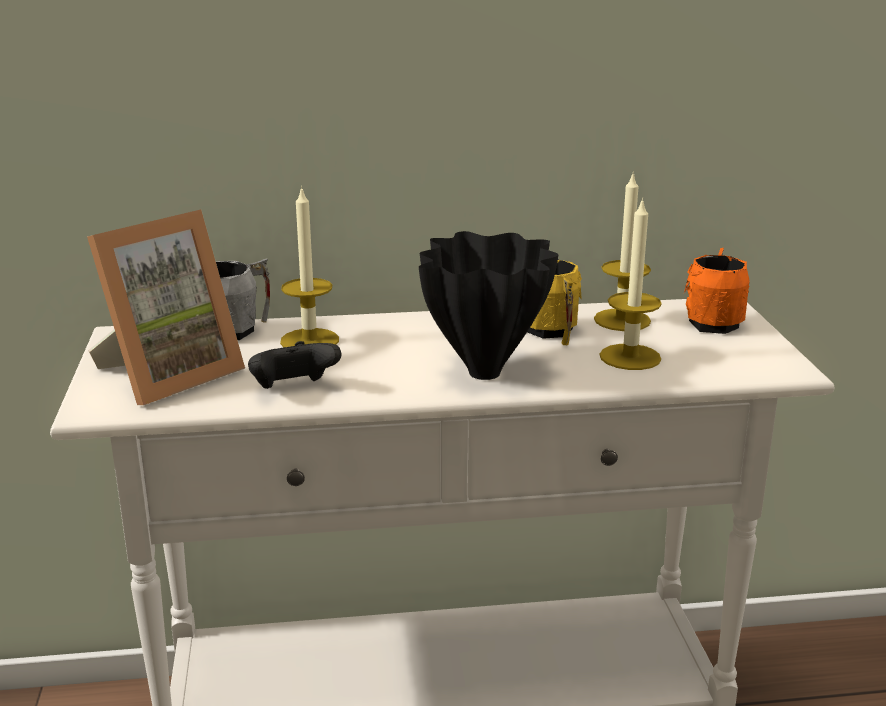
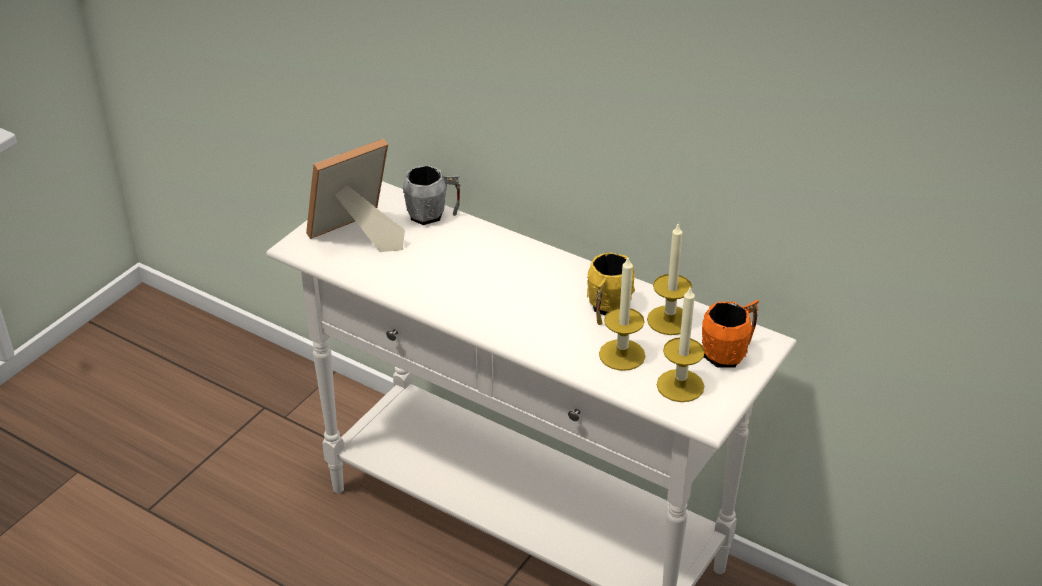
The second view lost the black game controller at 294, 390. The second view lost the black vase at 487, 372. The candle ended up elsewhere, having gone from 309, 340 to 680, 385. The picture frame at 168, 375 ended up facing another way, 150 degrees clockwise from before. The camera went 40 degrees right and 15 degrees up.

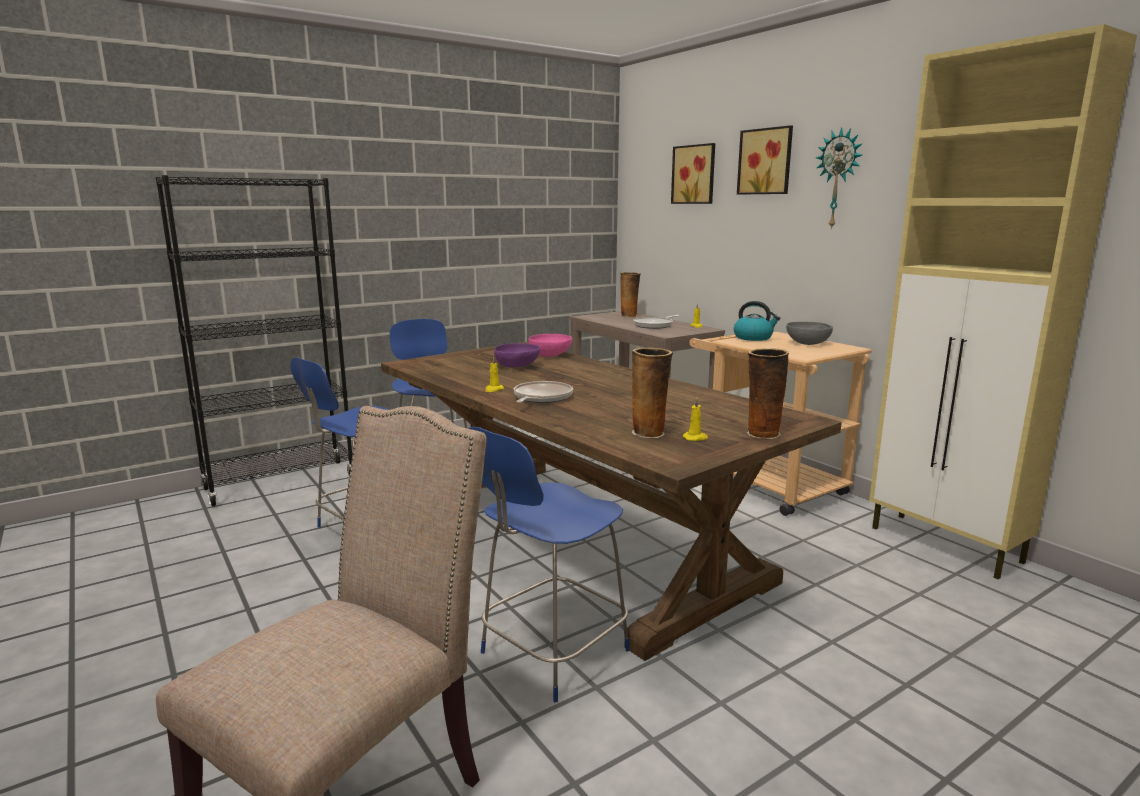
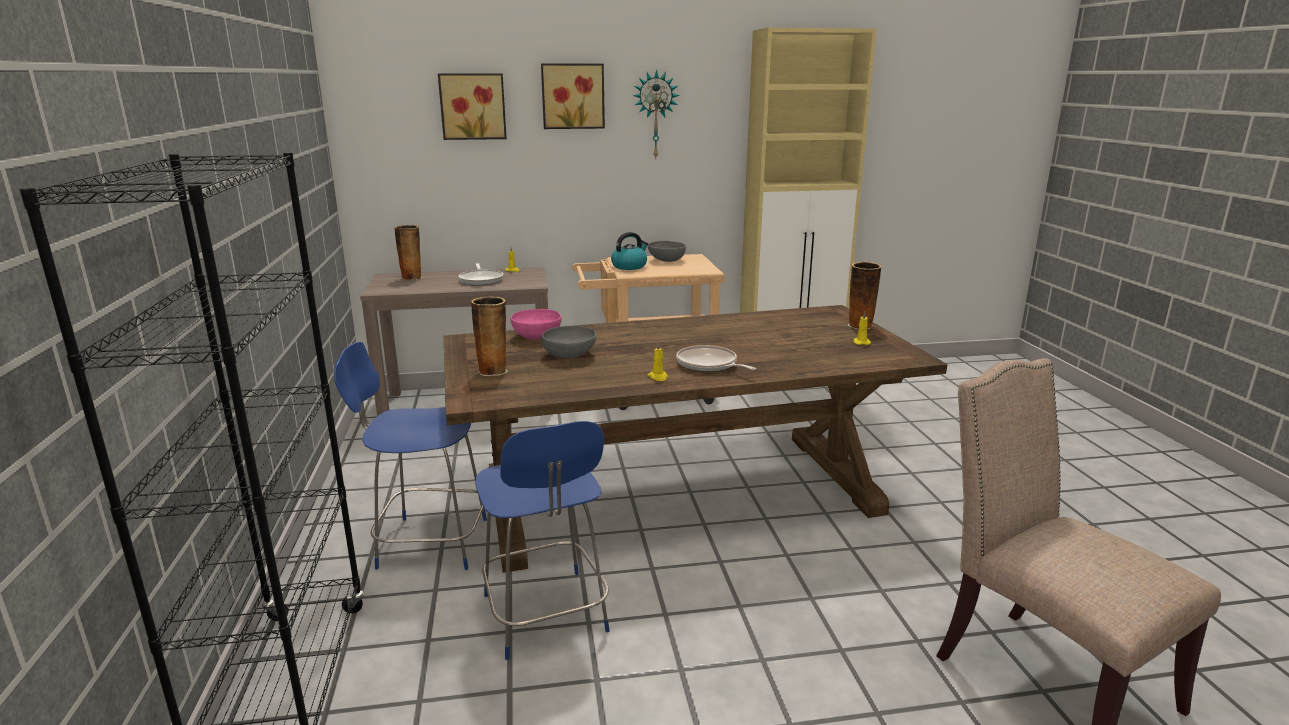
The second view lost the blue stool at 551, 654. The vase ended up elsewhere, having gone from 649, 433 to 493, 371. What was the purple bowl at 517, 366 turned into the grey bowl at 570, 355. The camera went 65 degrees left and 5 degrees up.

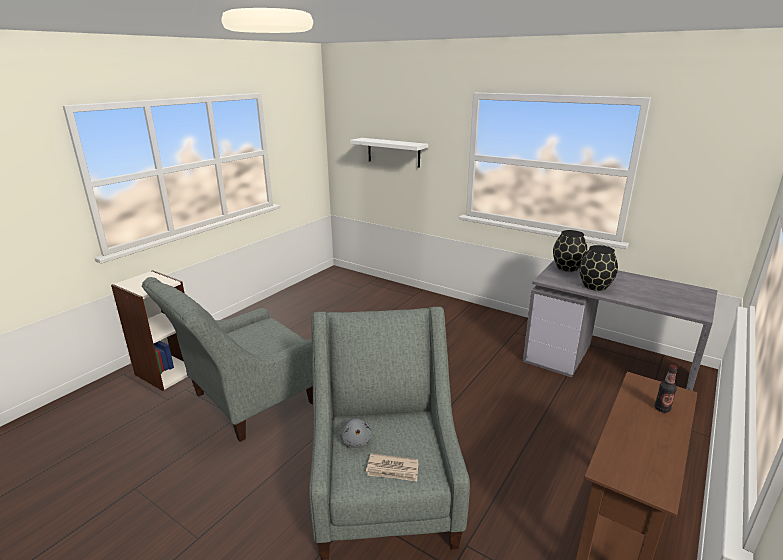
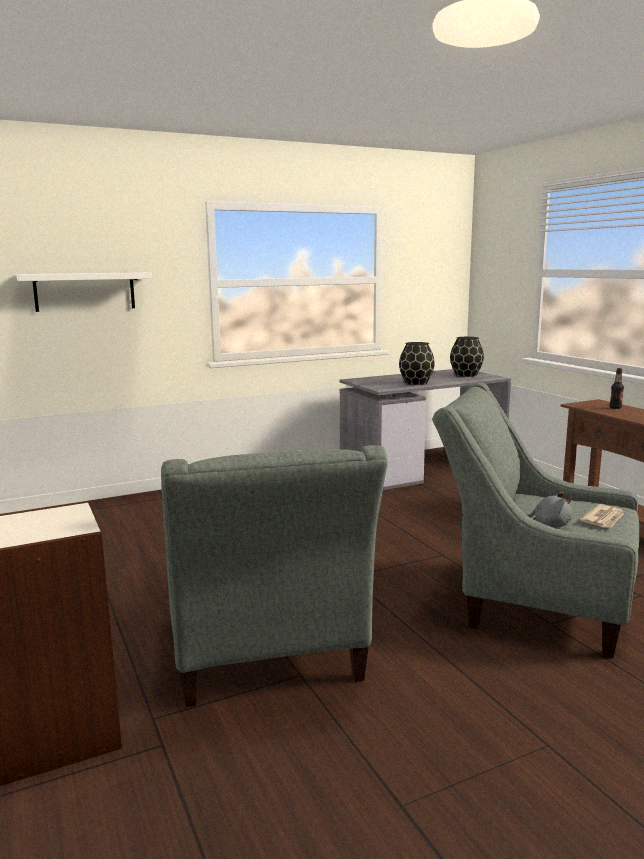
The black vase ended up elsewhere, having gone from 566, 267 to 465, 375. The camera went 60 degrees left and 10 degrees down.

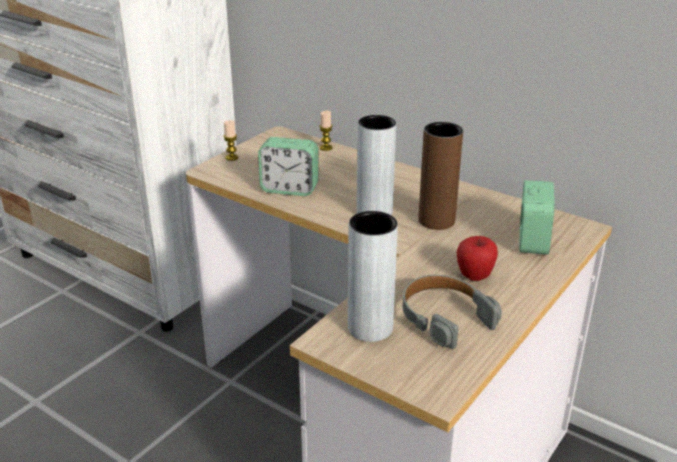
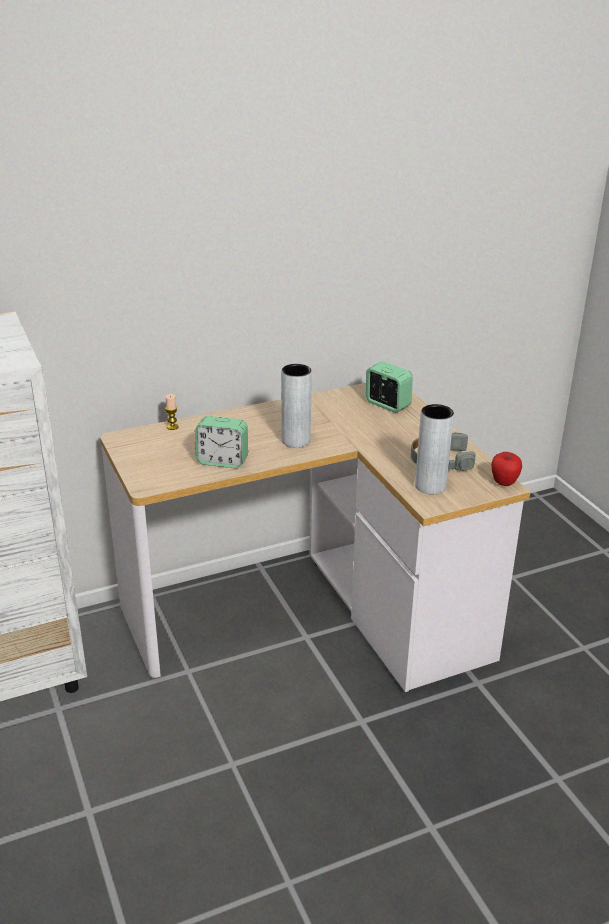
The second view lost the candle at 231, 157. The second view lost the brown vase at 436, 221. The apple ended up elsewhere, having gone from 474, 276 to 504, 483. The alarm clock at 289, 189 ended up facing another way, 60 degrees clockwise from before. The camera went 60 degrees left and 0 degrees up.

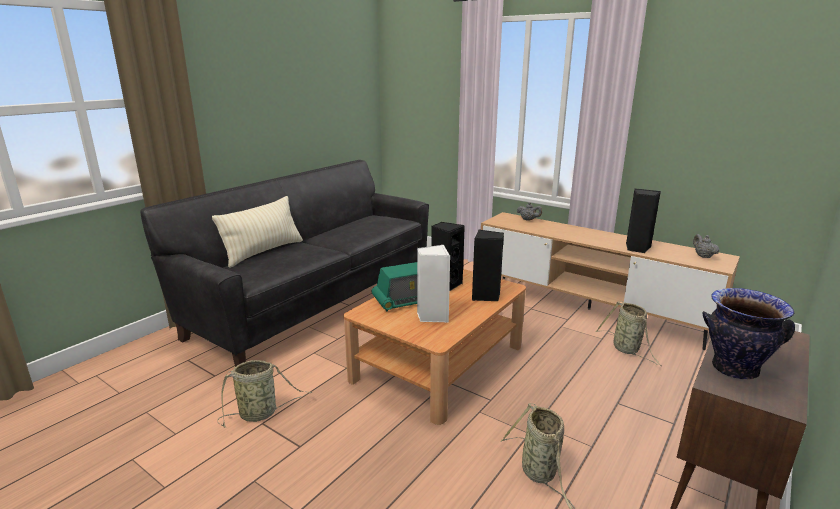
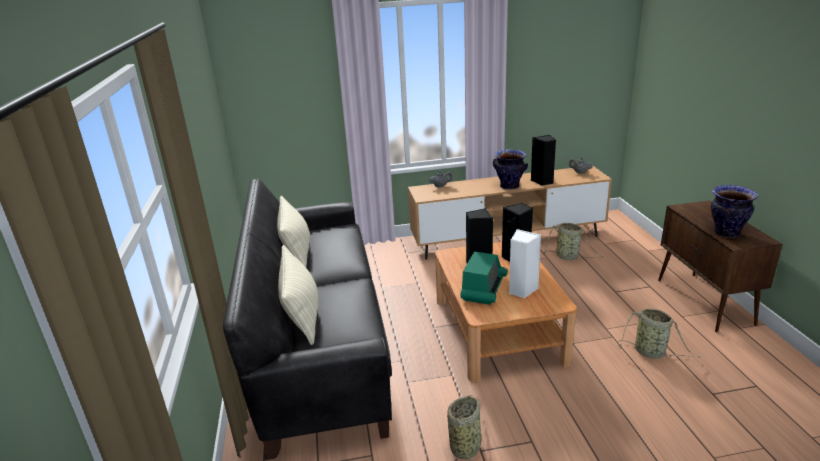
The second view gained the beige pillow at 296, 252. The second view gained the vase at 509, 186. The camera went 45 degrees left and 5 degrees up.

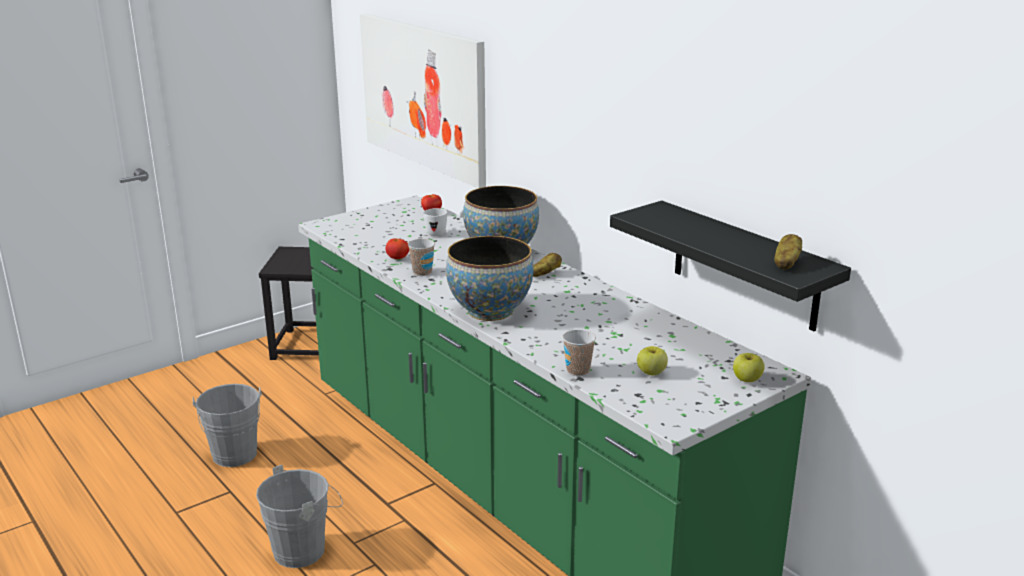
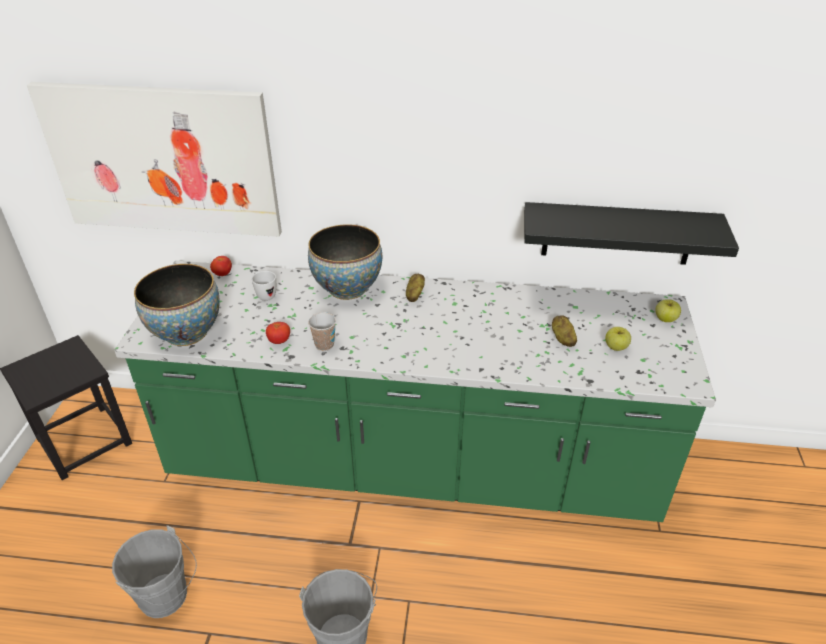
The second view lost the cup at 578, 371. The bowl ended up elsewhere, having gone from 490, 311 to 186, 333. The potato ended up elsewhere, having gone from 786, 263 to 562, 338. The camera went 45 degrees left and 15 degrees up.

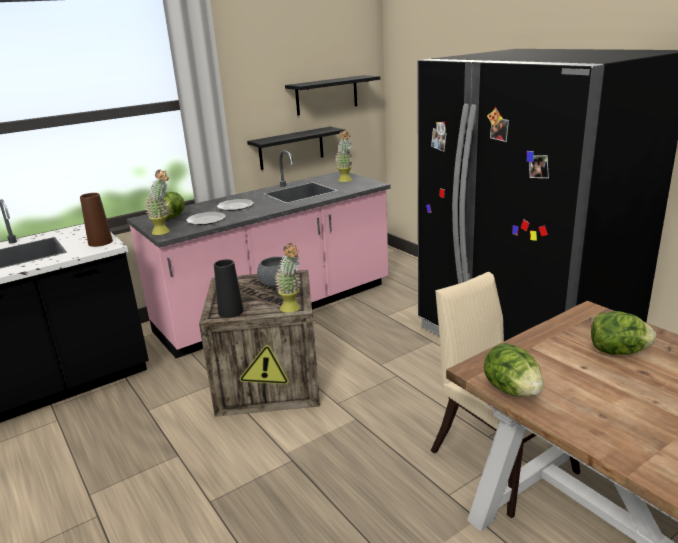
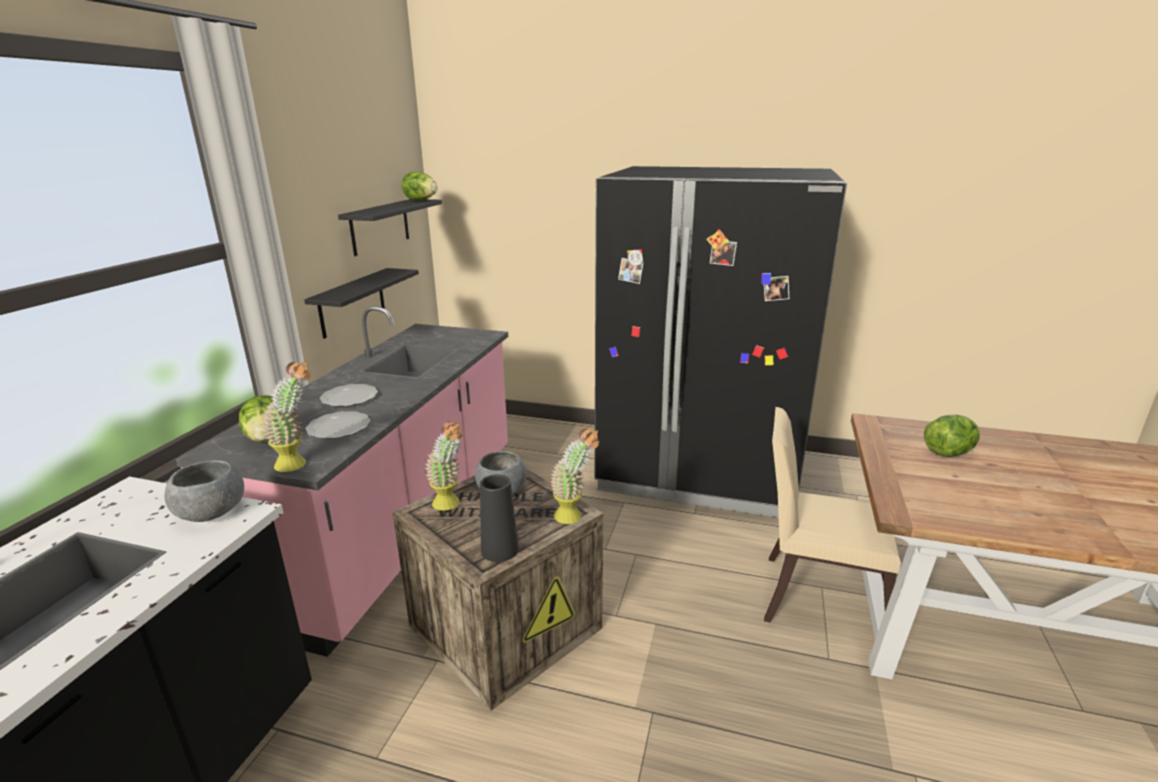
The potted plant ended up elsewhere, having gone from 346, 181 to 450, 505. The lettuce ended up elsewhere, having gone from 512, 390 to 420, 200. Where the brown vase stood at 100, 242, the grey bowl came to stand at 212, 513. The camera went 40 degrees left and 0 degrees up.

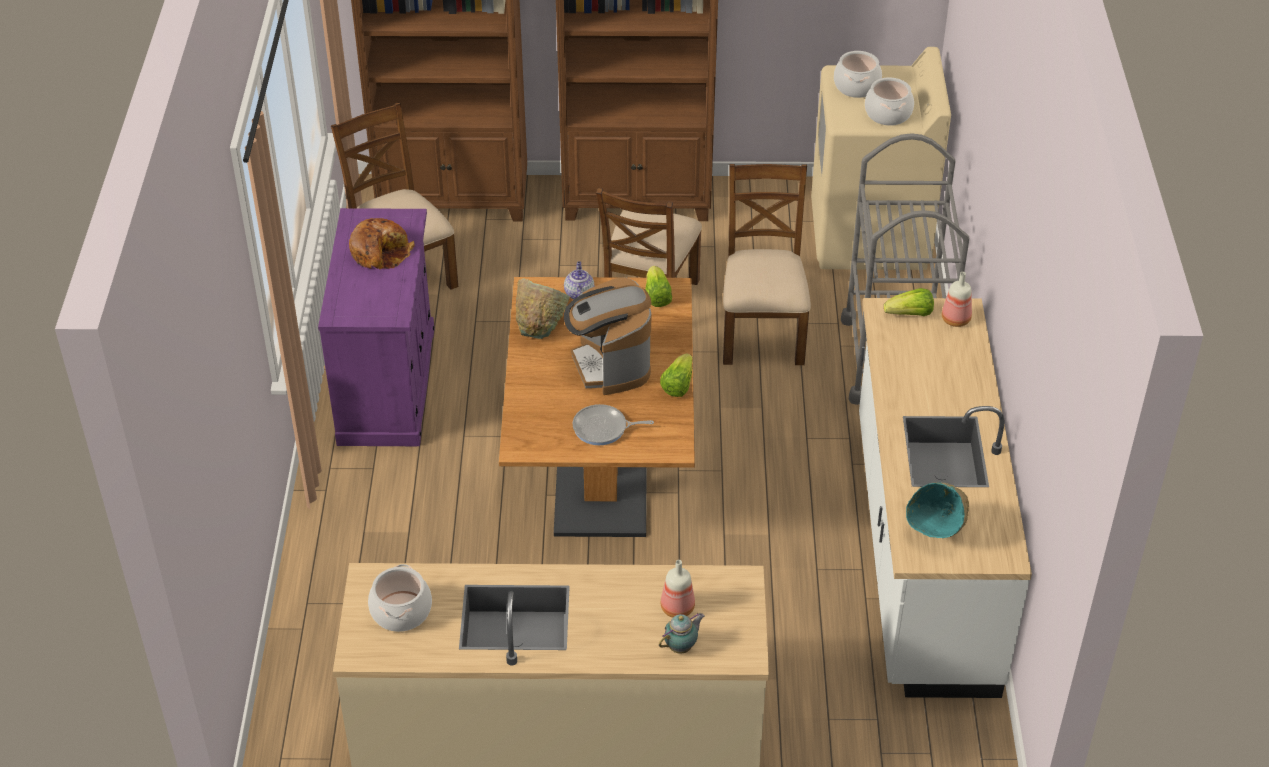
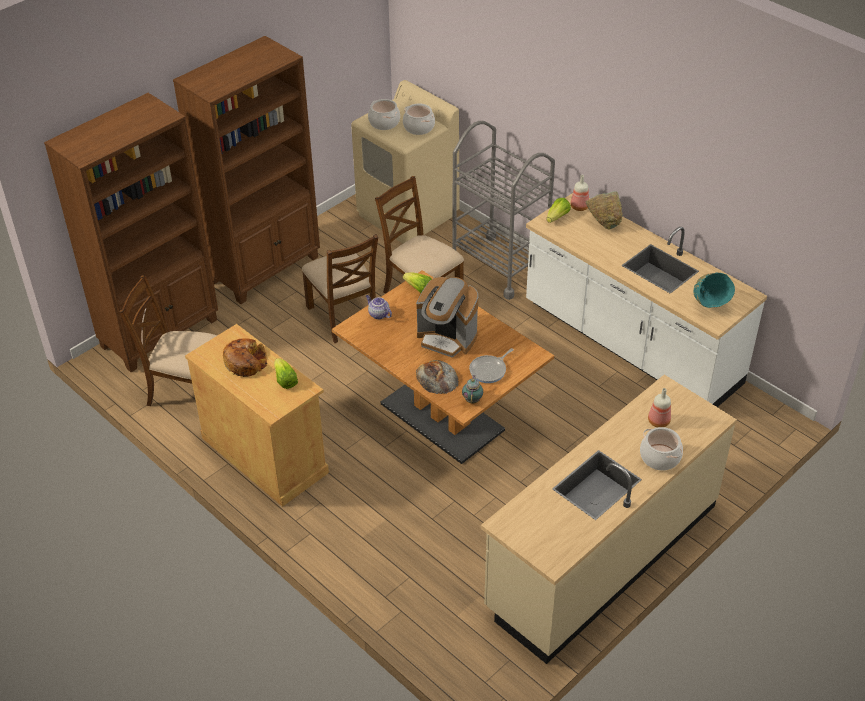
The second view gained the bread at 437, 378. The cooking pot ended up elsewhere, having gone from 401, 611 to 659, 457. The green bowl ended up elsewhere, having gone from 539, 326 to 603, 222. The teapot ended up elsewhere, having gone from 681, 647 to 472, 399. The lettuce ended up elsewhere, having gone from 678, 385 to 285, 380. What was the purple cabinet at 387, 385 turned into the beige cabinet at 265, 455. The camera went 45 degrees left and 0 degrees up.

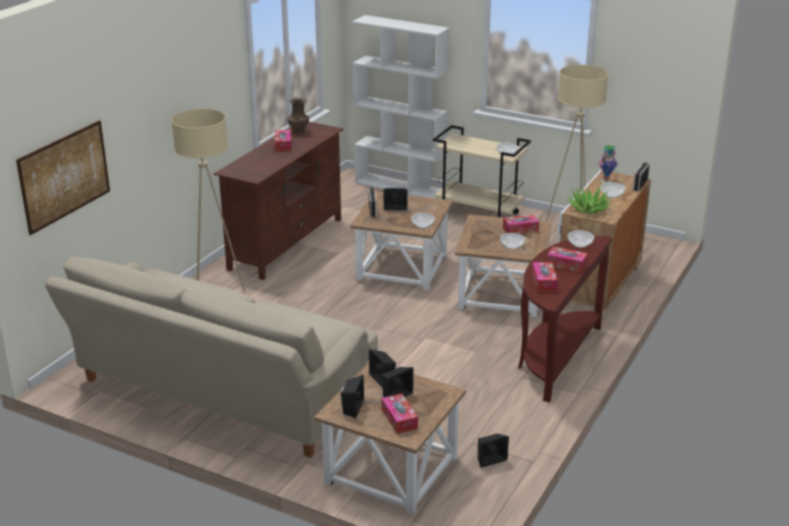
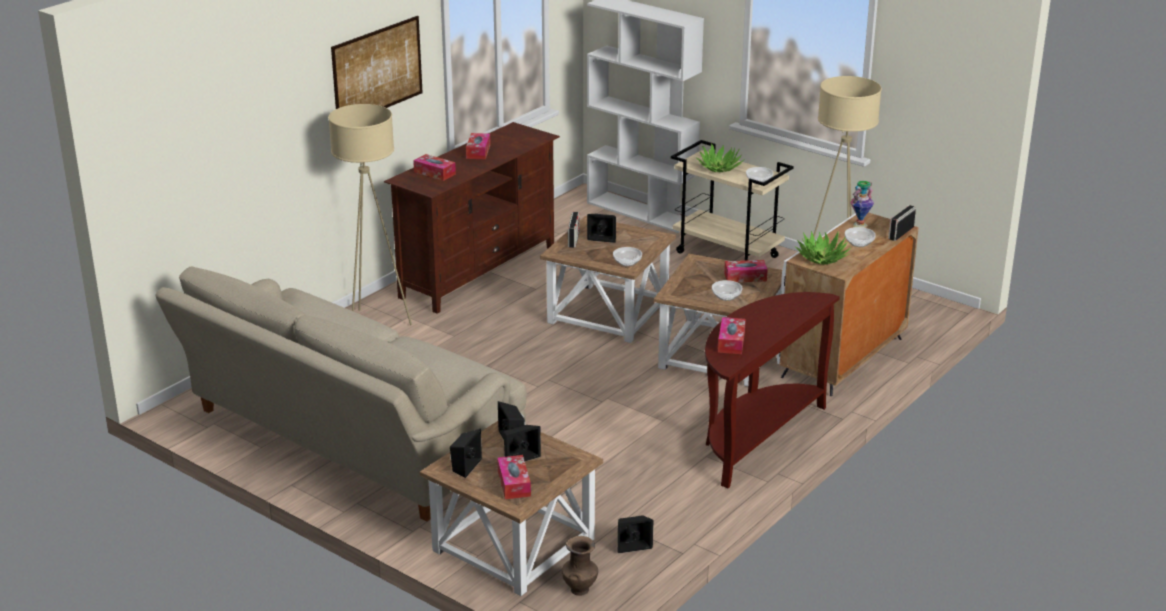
The second view lost the bowl at 579, 244. The second view gained the potted plant at 719, 167. The picture ended up elsewhere, having gone from 65, 176 to 377, 70. The brown vase ended up elsewhere, having gone from 298, 131 to 579, 589. The tissue box ended up elsewhere, having gone from 566, 264 to 434, 173. The camera went 10 degrees right and 0 degrees up.

